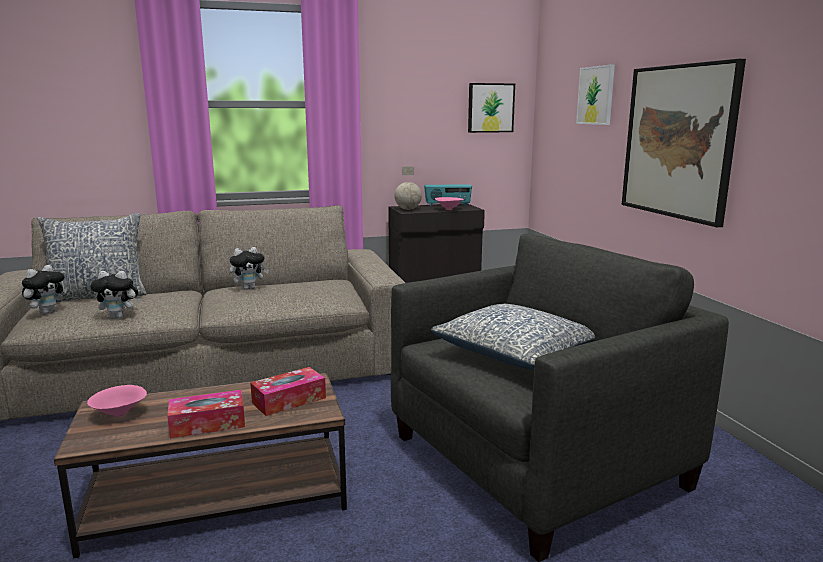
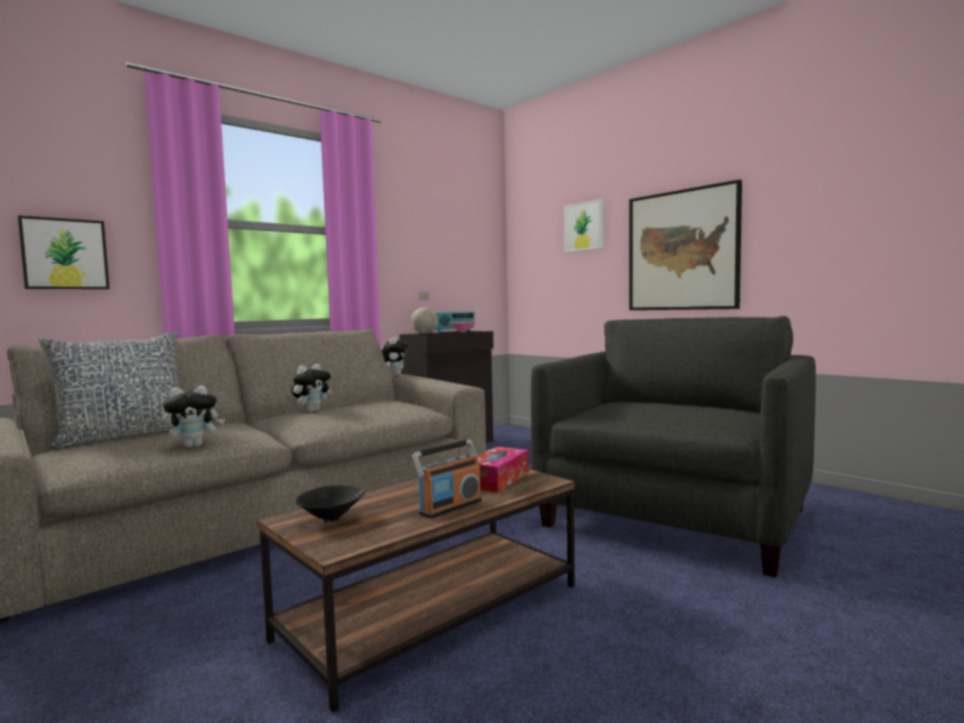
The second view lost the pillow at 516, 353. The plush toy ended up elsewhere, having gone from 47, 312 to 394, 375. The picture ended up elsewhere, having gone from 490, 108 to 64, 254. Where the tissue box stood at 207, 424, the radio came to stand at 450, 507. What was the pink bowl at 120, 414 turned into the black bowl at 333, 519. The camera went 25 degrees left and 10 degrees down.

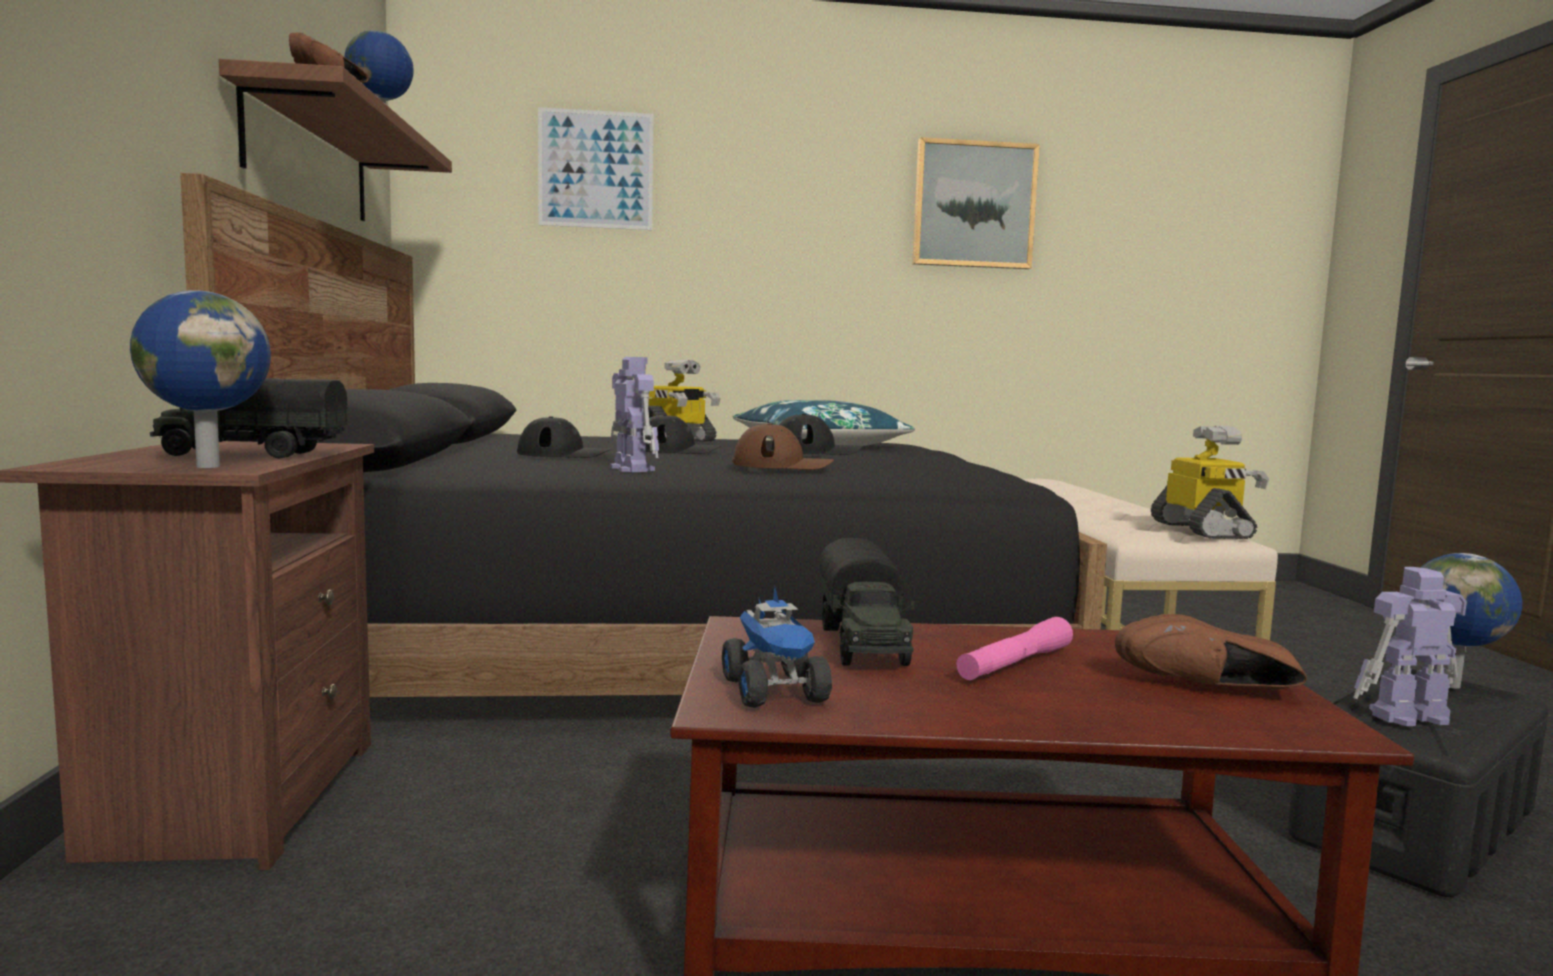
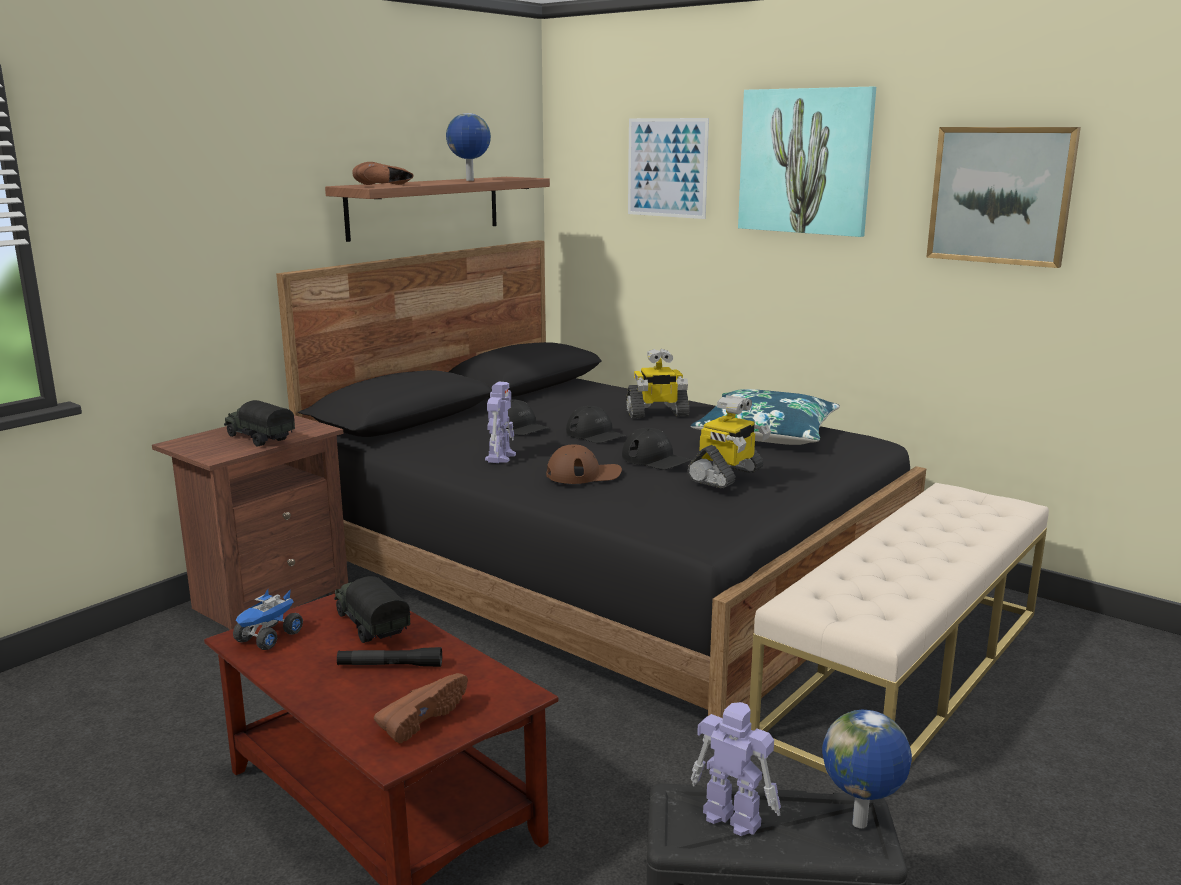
The second view lost the globe at 207, 466. The second view gained the picture at 805, 161. The toy robot ended up elsewhere, having gone from 1203, 530 to 726, 476. What was the pink flashlight at 1015, 664 turned into the black flashlight at 390, 665. The brown cap at 783, 465 ended up facing another way, 60 degrees counterclockwise from before. The toy truck at 863, 643 ended up facing another way, 105 degrees clockwise from before. The brown shoe at 1211, 689 ended up facing another way, 75 degrees clockwise from before. The camera went 45 degrees right and 10 degrees up.

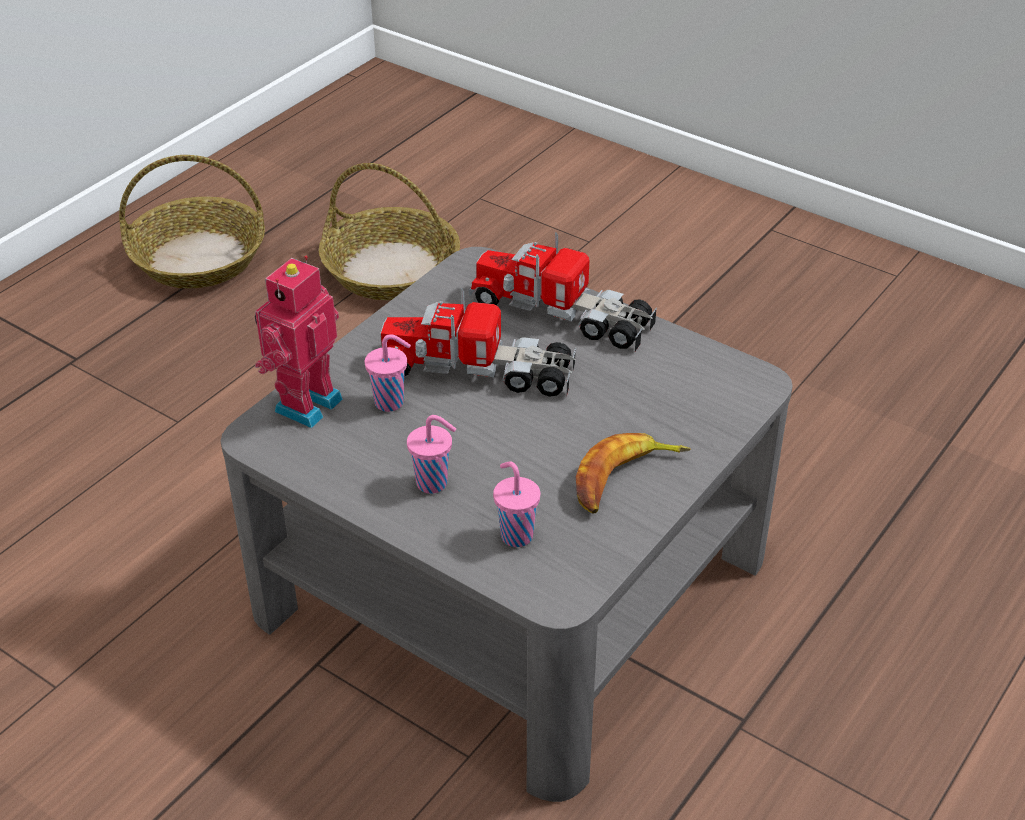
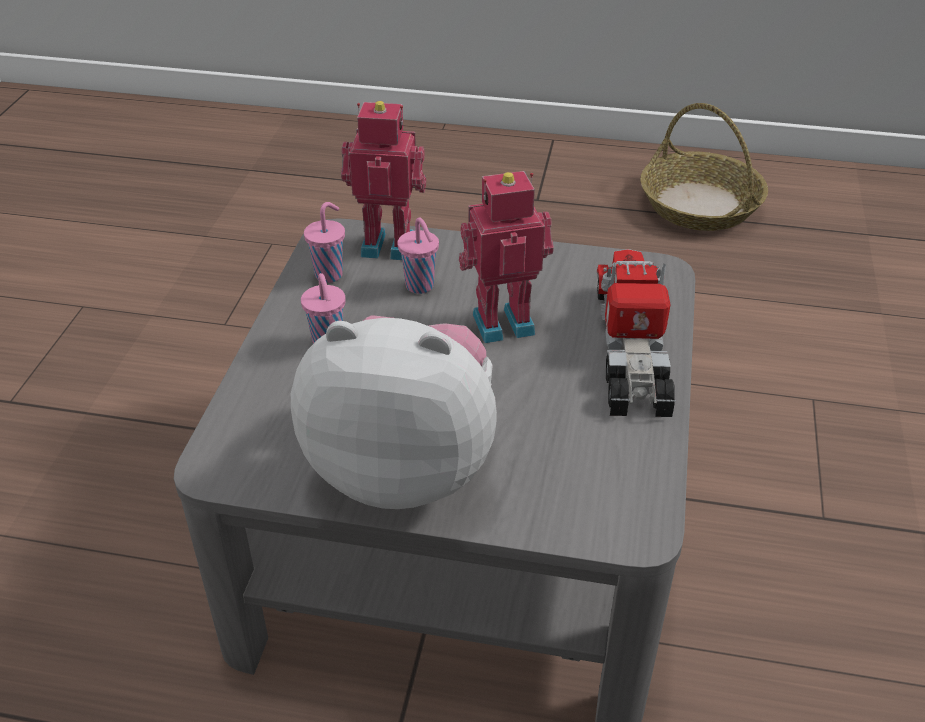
The second view lost the basket at 390, 269. The pink cup ended up elsewhere, having gone from 515, 535 to 330, 274. Where the toy truck stood at 478, 370, the toy robot came to stand at 502, 321. Where the banana stood at 624, 479, the plush toy came to stand at 404, 466. The camera went 65 degrees right and 0 degrees up.

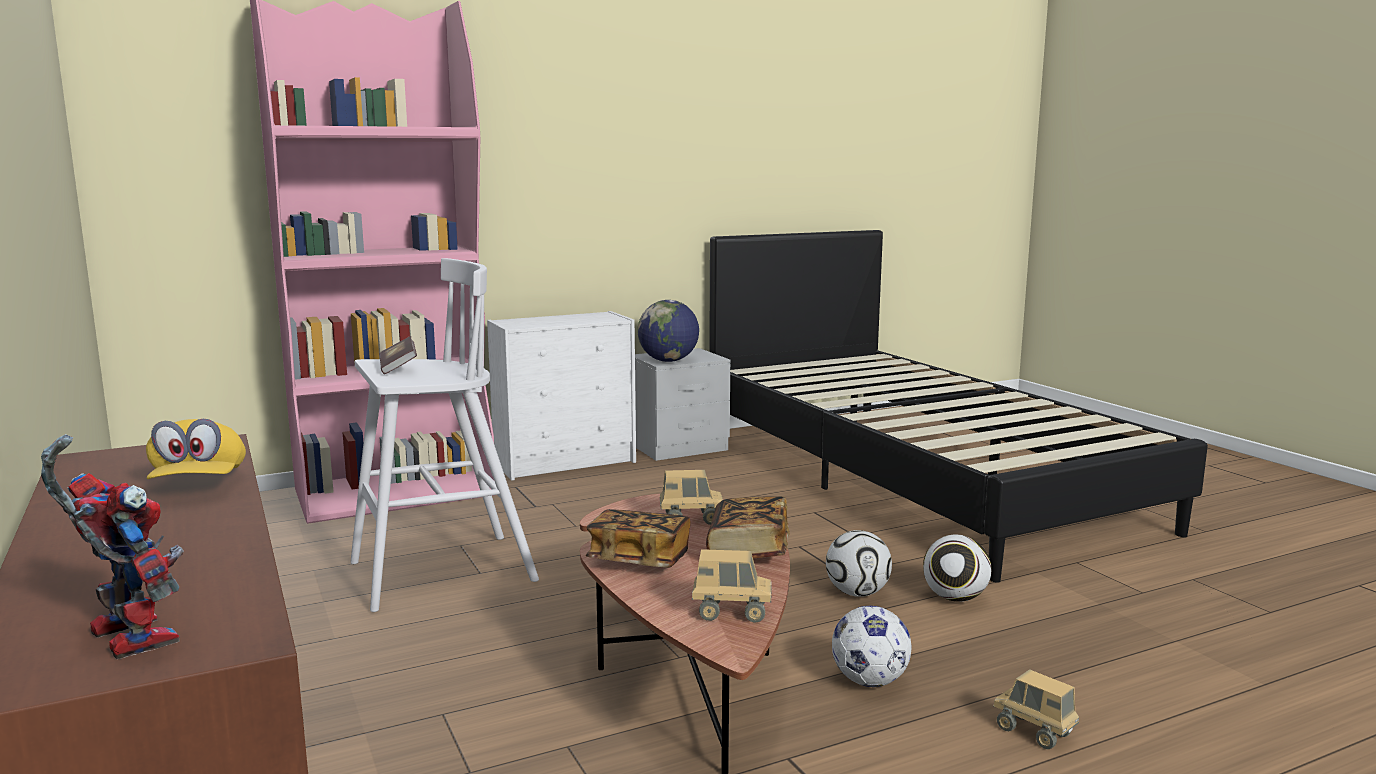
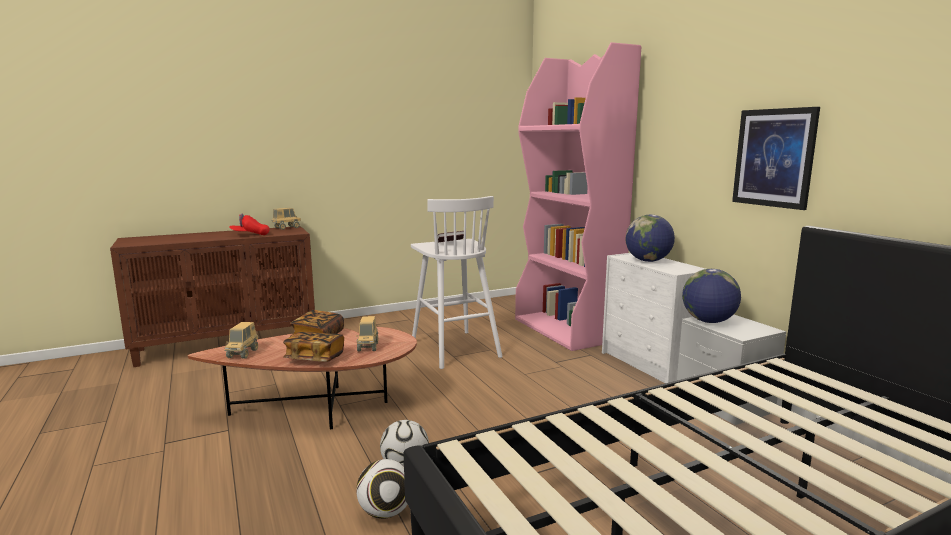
The second view lost the toy robot at 122, 636. The second view lost the football at 870, 681. The second view gained the globe at 648, 261. The second view gained the picture at 774, 158. The toy truck ended up elsewhere, having gone from 1033, 733 to 287, 228. What was the yellow cap at 199, 486 turned into the red cap at 250, 235. The camera went 90 degrees right and 0 degrees up.

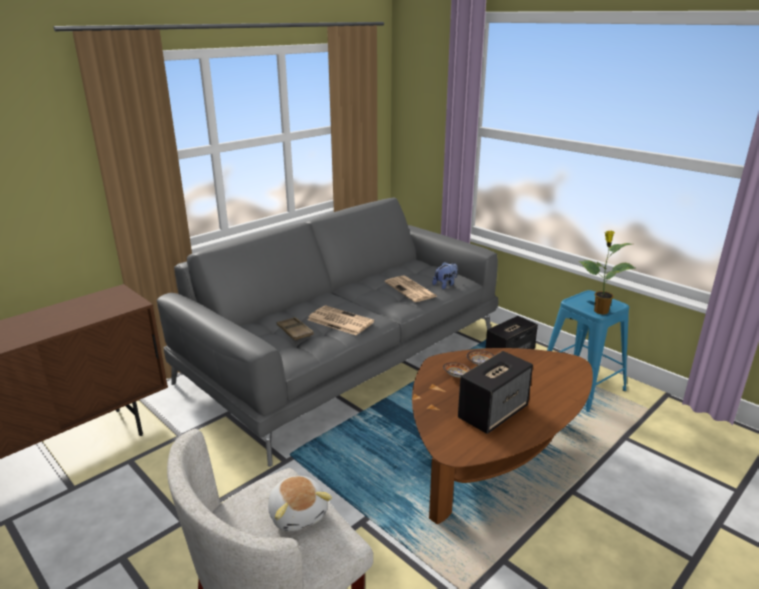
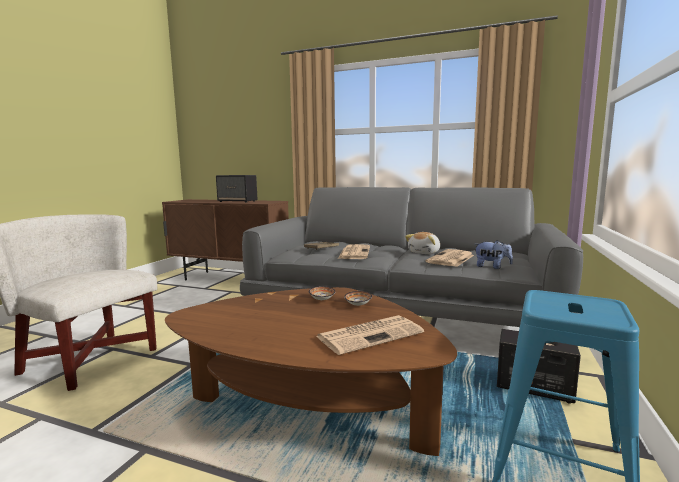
The second view lost the potted plant at 600, 311. The second view gained the newspaper at 370, 334. The plush toy ended up elsewhere, having gone from 298, 513 to 425, 252. The speaker ended up elsewhere, having gone from 493, 412 to 238, 201. The camera went 65 degrees right and 15 degrees down.

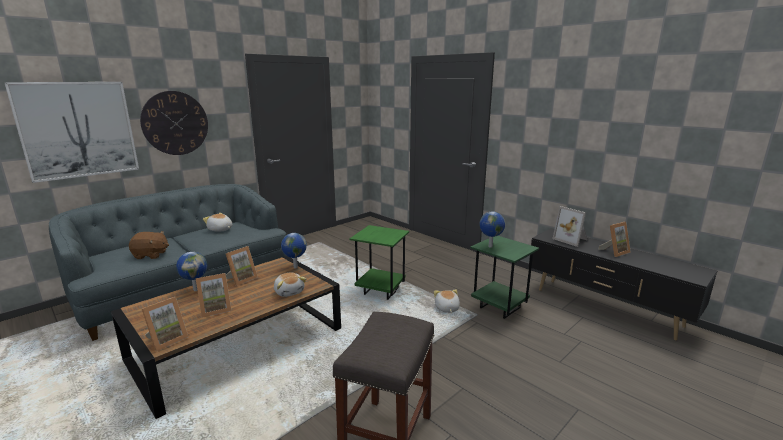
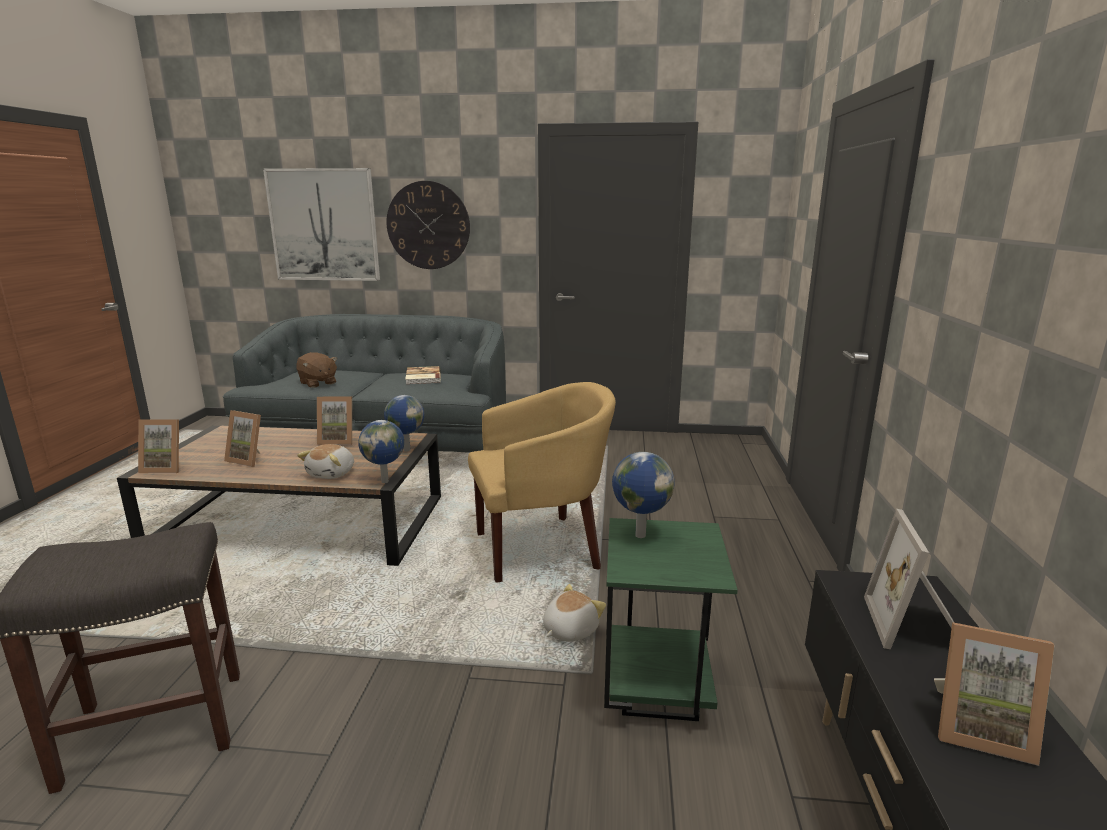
The globe ended up elsewhere, having gone from 196, 290 to 385, 481. Where the plush toy stood at 220, 229, the book came to stand at 422, 377. Where the green side table stood at 381, 291, the yellow armchair came to stand at 541, 548. The camera went 50 degrees right and 0 degrees up.

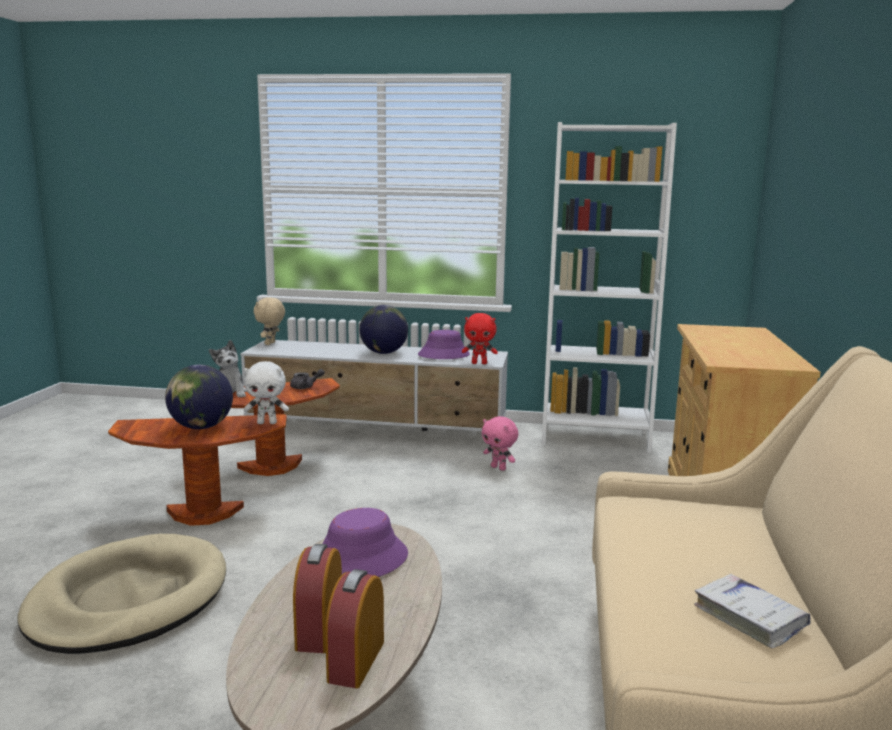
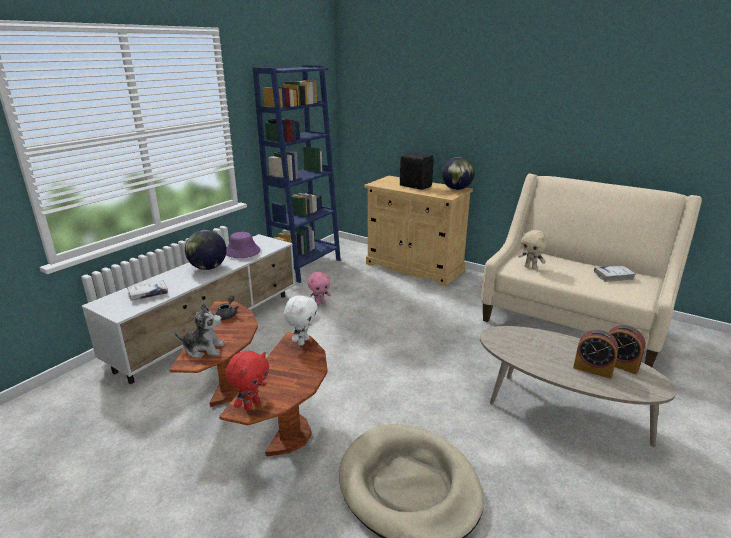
The second view lost the purple hat at 359, 559. The second view gained the white book at 148, 294. The second view gained the black speaker at 415, 186. The globe ended up elsewhere, having gone from 201, 427 to 456, 189. The beige plush toy ended up elsewhere, having gone from 271, 344 to 530, 267. The red plush toy ended up elsewhere, having gone from 479, 363 to 251, 405. What was the white bookcase at 595, 438 turned into the blue bookcase at 306, 266. The camera went 65 degrees left and 10 degrees up.

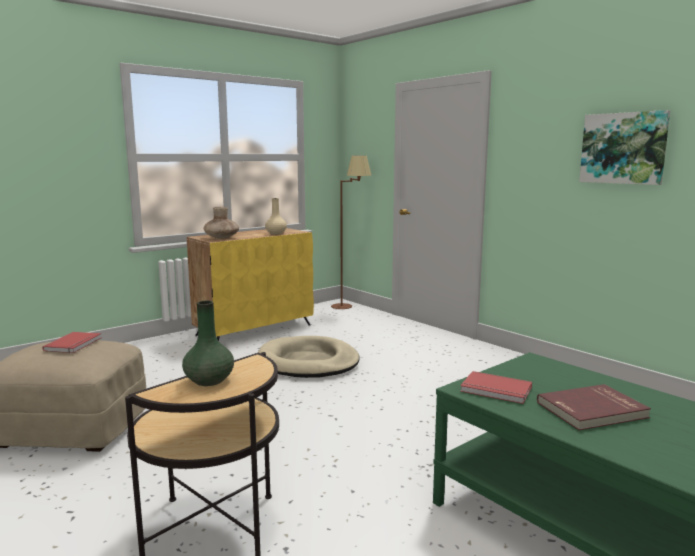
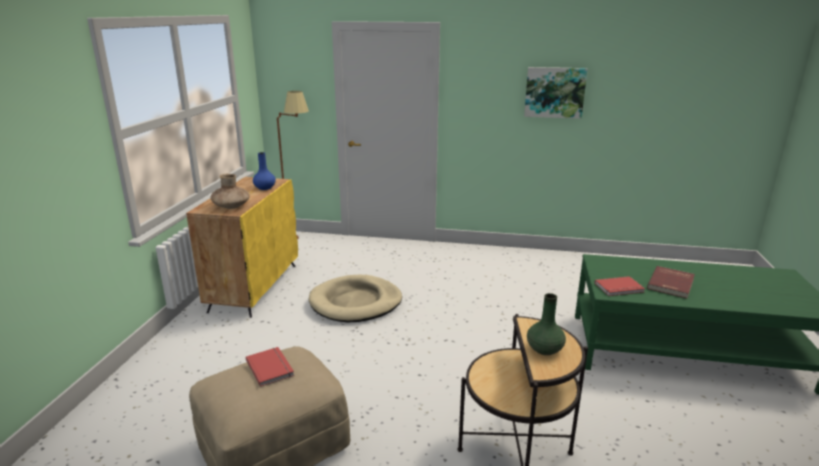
What was the beige vase at 276, 233 turned into the blue vase at 265, 188. The camera went 40 degrees left and 10 degrees up.

